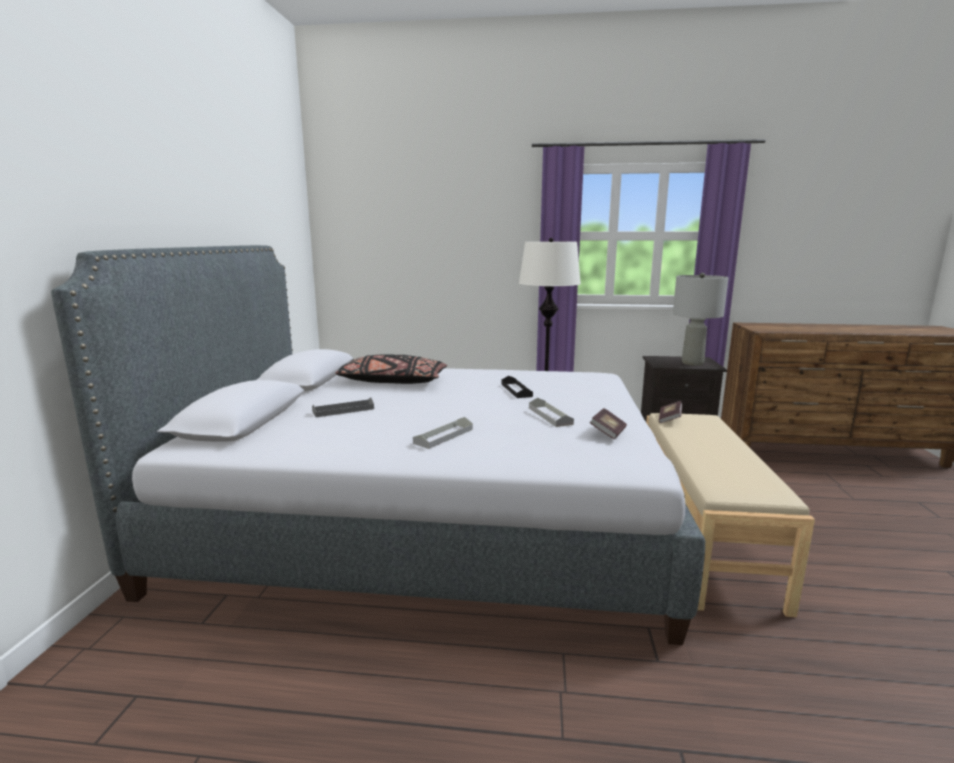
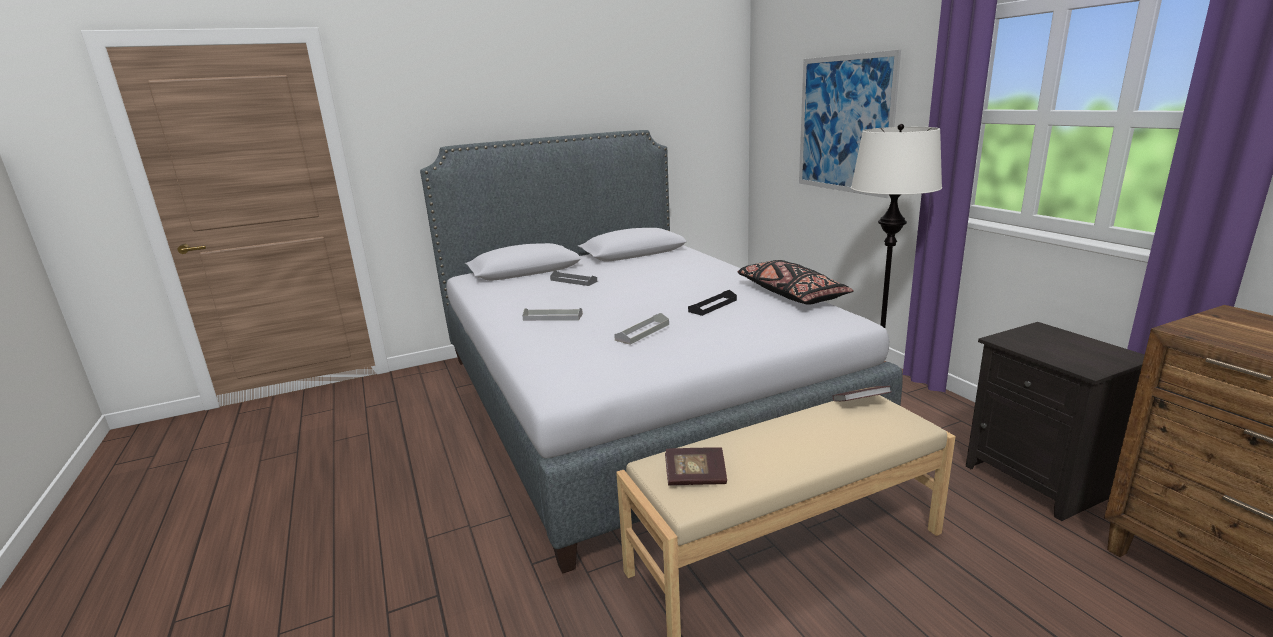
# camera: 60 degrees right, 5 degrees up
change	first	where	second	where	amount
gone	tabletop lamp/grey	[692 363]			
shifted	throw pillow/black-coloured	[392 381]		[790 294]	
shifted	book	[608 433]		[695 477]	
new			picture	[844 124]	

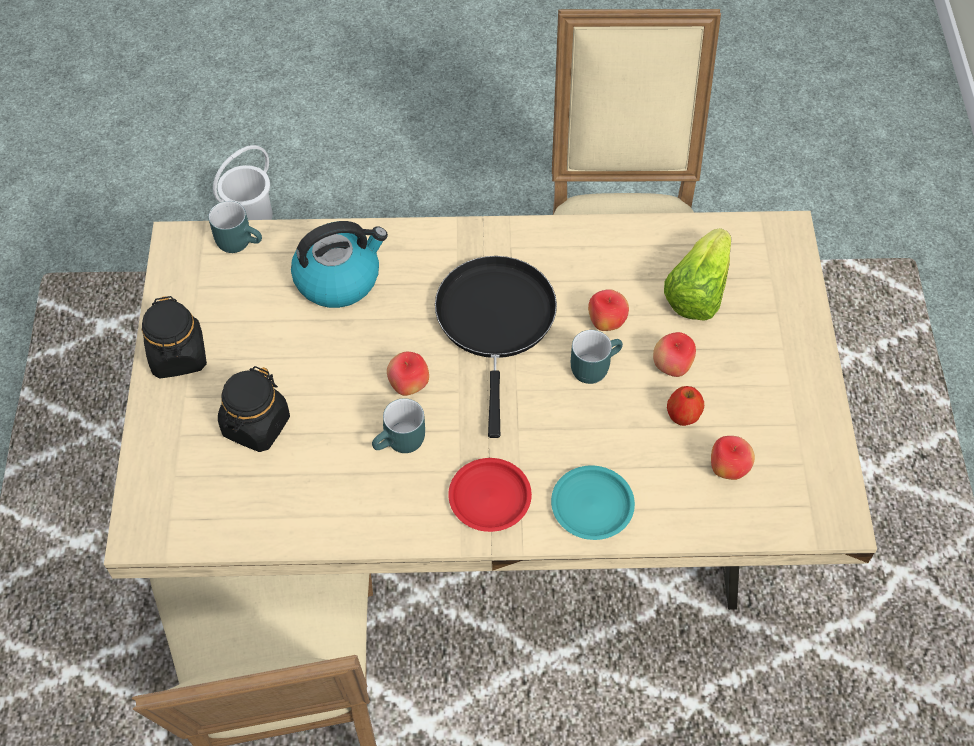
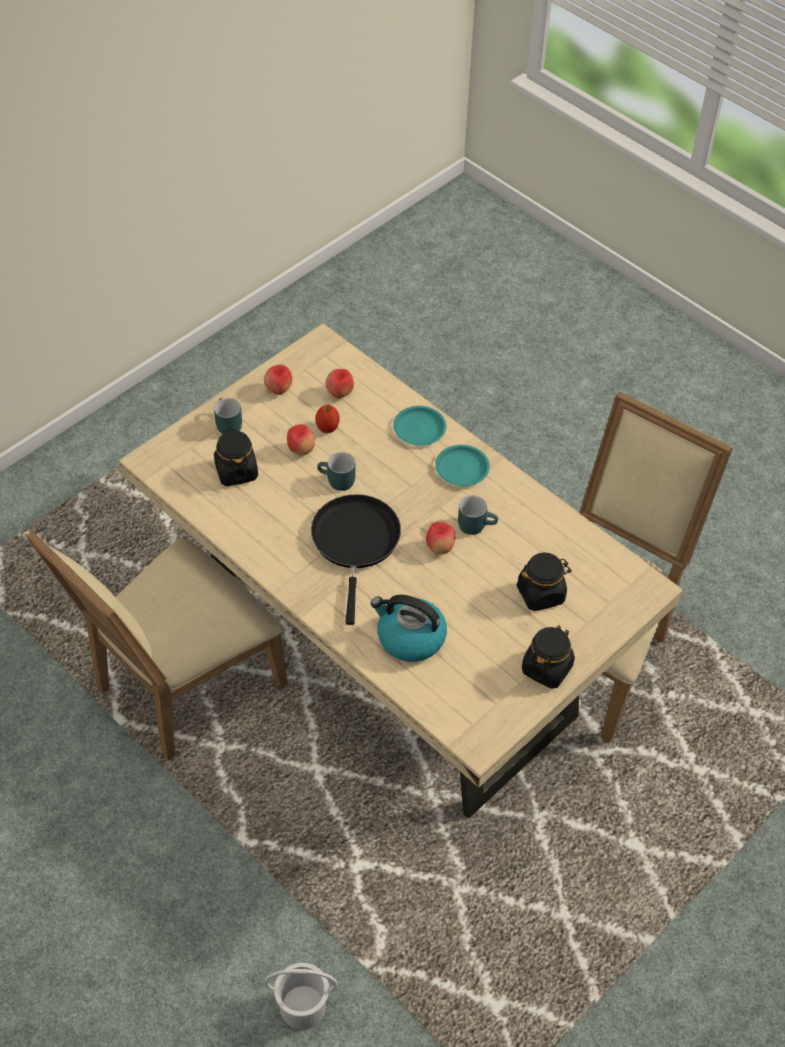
# camera: 135 degrees left, 5 degrees down
change	first	where	second	where	amount
shifted	tea mug/turquoise	[240 241]		[226 424]	
swapped	lettuce	[697 291]	preserve jar/black-coloured	[236 471]	
rotated	skillet/black-coloured	[496 321]		[355 542]	135 degrees clockwise
shifted	apple fruit	[606 323]		[278 390]	
repainted	dinner plate/reddish	[490 497]	dinner plate/turquoise	[461 468]	

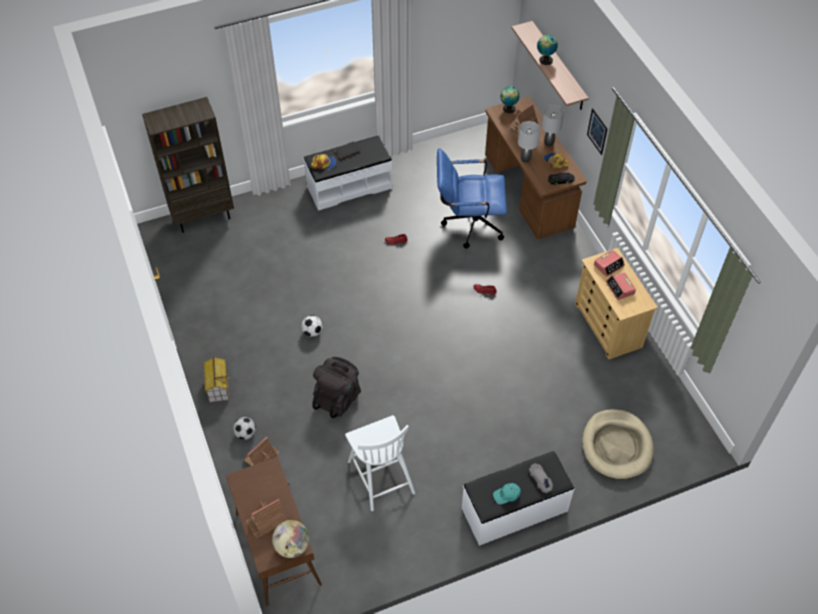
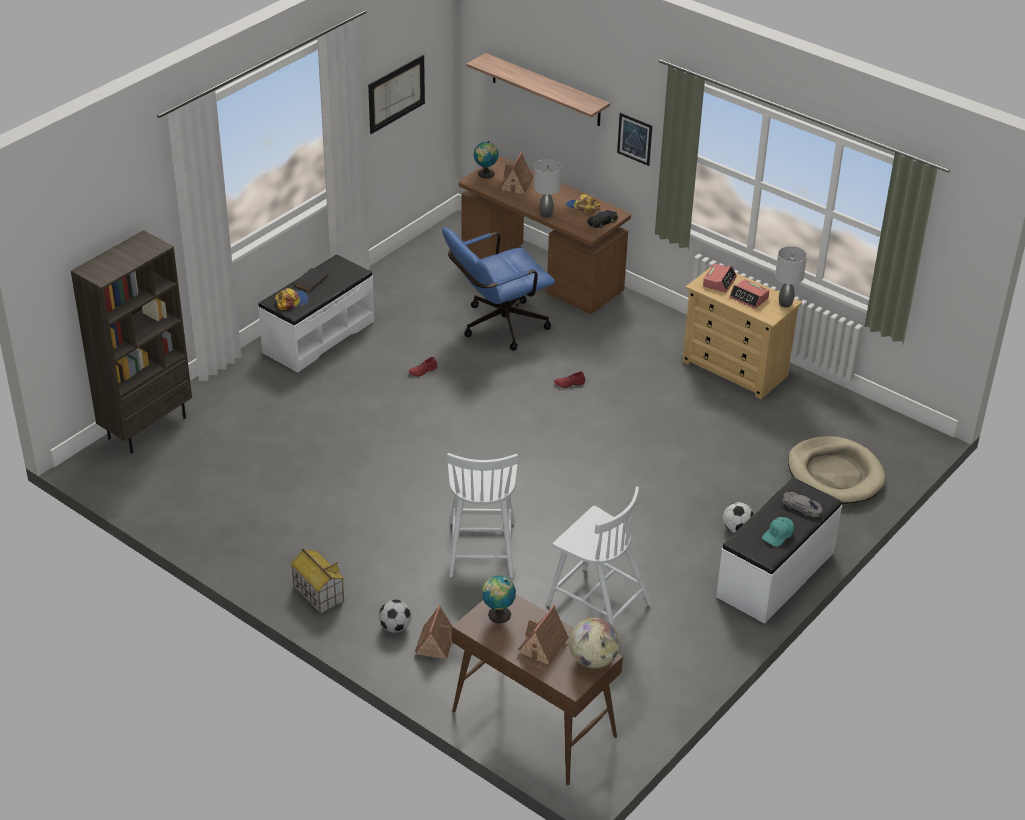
# camera: 30 degrees left, 15 degrees down
change	first	where	second	where	amount
shifted	globe	[545 60]		[497 615]	
shifted	tabletop lamp/grey	[549 143]		[785 303]	
shifted	ball for football	[312 332]		[736 529]	
swapped	backpack/black-coloured	[338 397]	plain chair/white-coloured	[481 547]	
new			picture	[396 94]	

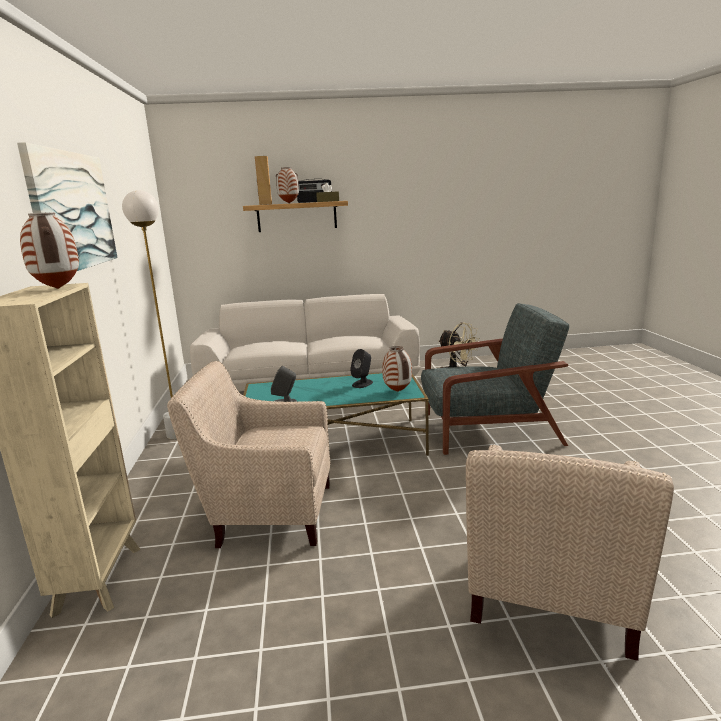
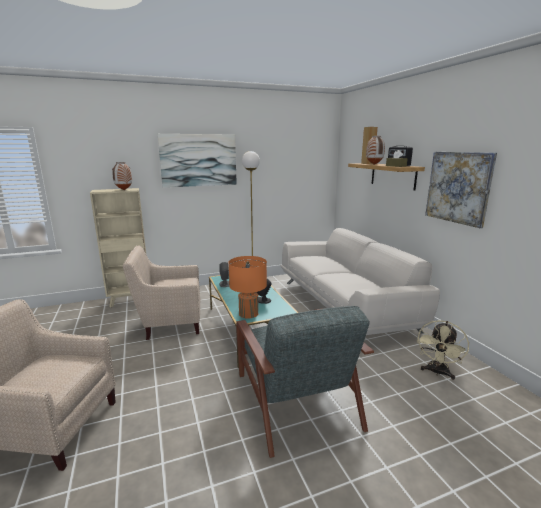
# camera: 75 degrees right, 0 degrees up
change	first	where	second	where	amount
swapped	vase	[398 391]	tabletop lamp/orange-coloured	[248 313]	
rotated	armchair/sand-coloured	[268 512]		[169 323]	90 degrees counterclockwise
new			picture	[458 187]	

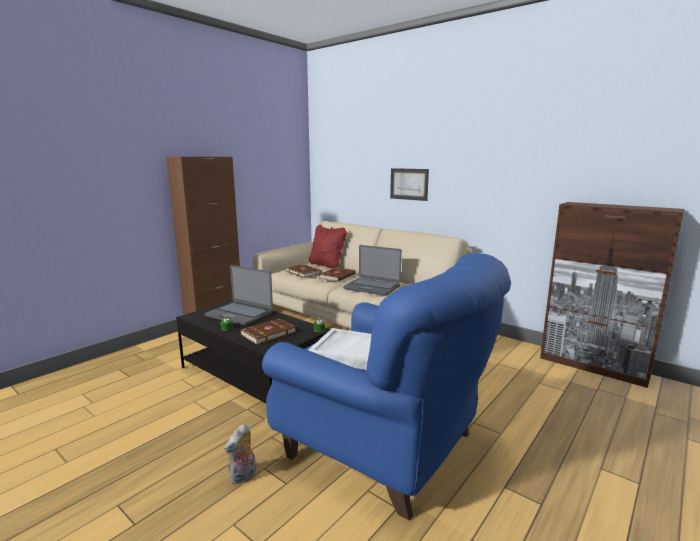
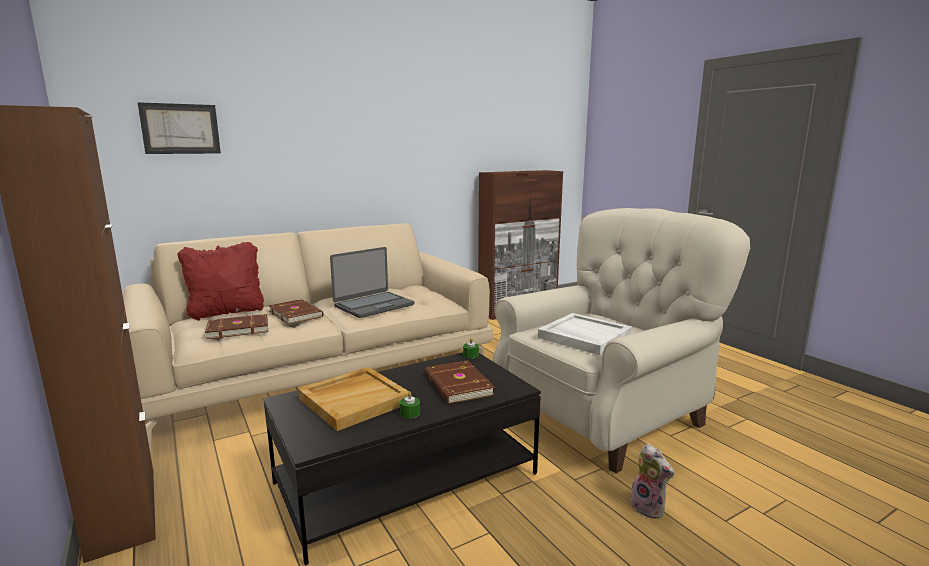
# camera: 70 degrees left, 0 degrees up
change	first	where	second	where	amount
shifted	picture	[409 184]		[180 129]	
repainted	armchair/bluish	[385 446]	armchair/sand-coloured	[607 414]	
swapped	notebook computer	[239 314]	carrying tray/sand-coloured	[355 400]	

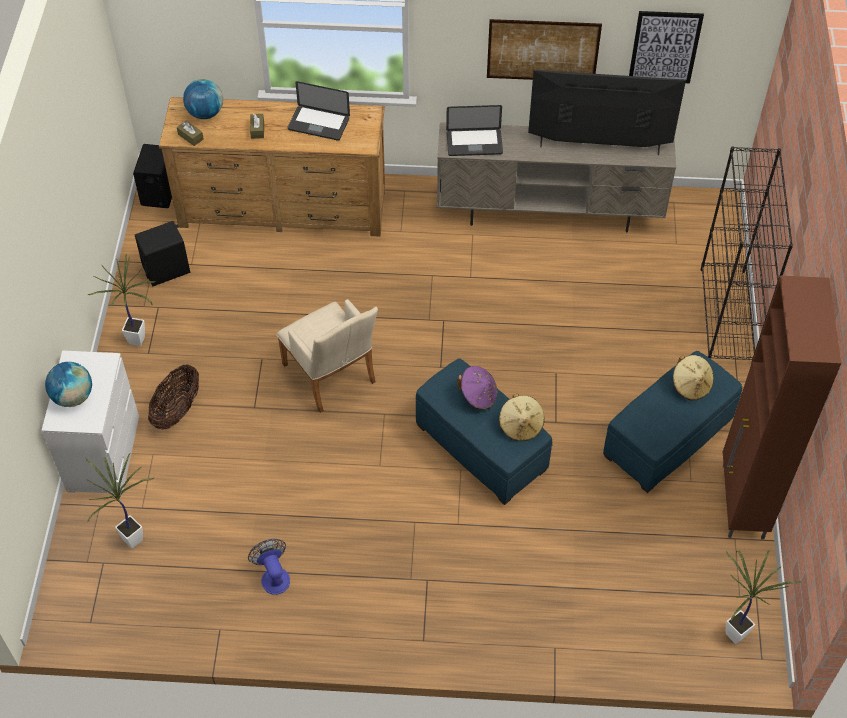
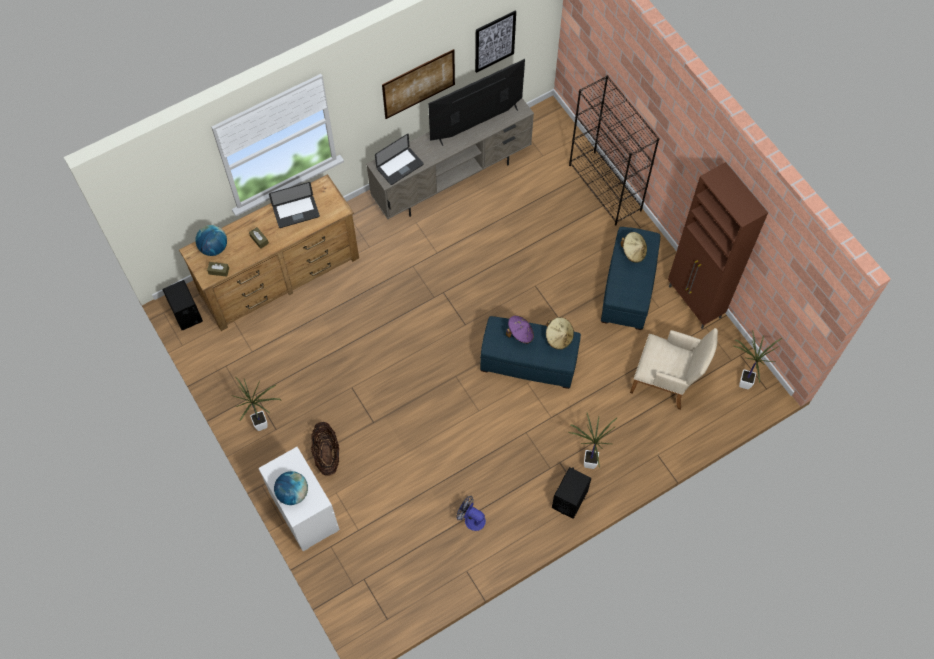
# camera: 35 degrees left, 10 degrees up
change	first	where	second	where	amount
shifted	speaker/black-coloured	[166 270]		[569 499]	
shifted	armchair/sand-coloured	[332 377]		[666 382]	
shifted	houseplant	[132 536]		[587 462]	

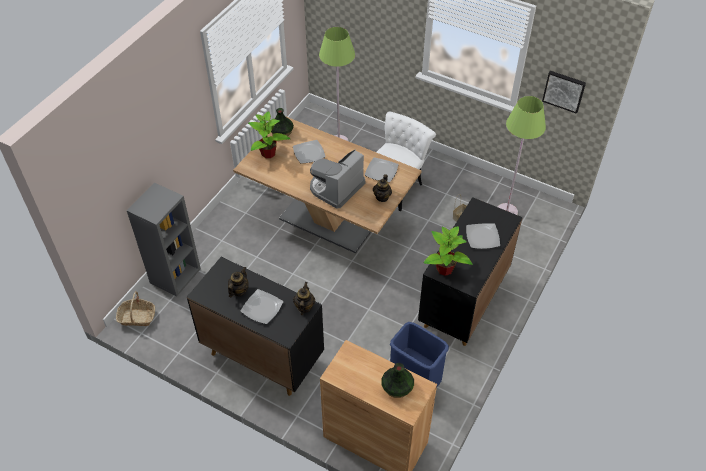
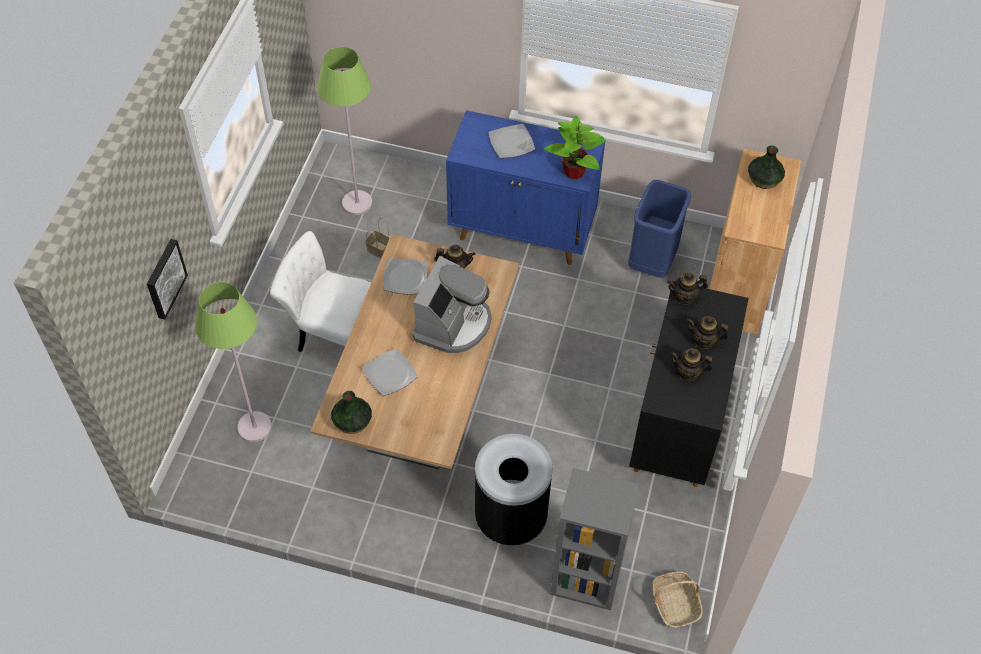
# camera: 105 degrees left, 5 degrees up
change	first	where	second	where	amount
shifted	picture	[564 90]		[164 278]	
gone	houseplant	[268 153]			
rotated	coffee maker	[336 188]		[453 324]	90 degrees counterclockwise
repainted	cabinet/black-coloured	[463 304]	cabinet/bluish	[523 230]	
swapped	dinner plate	[261 308]	pot for tea	[704 340]	
new			waste bin/black-coloured	[510 519]	

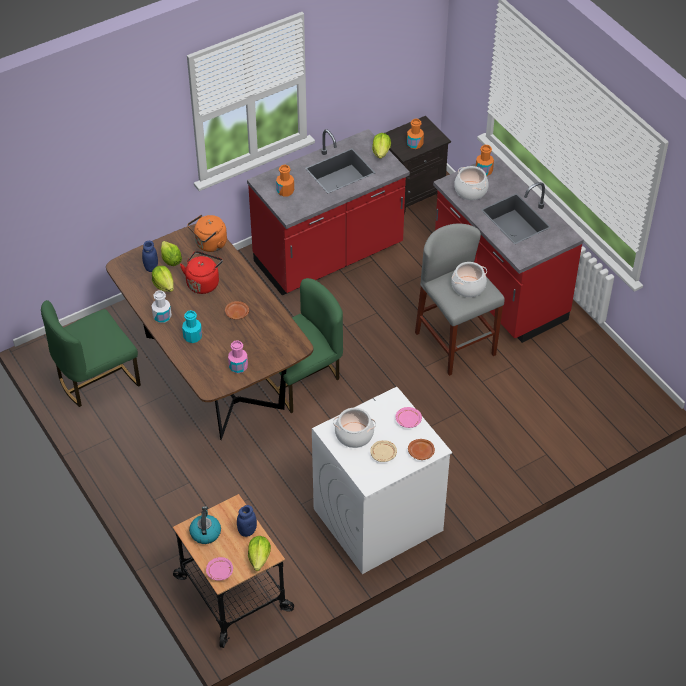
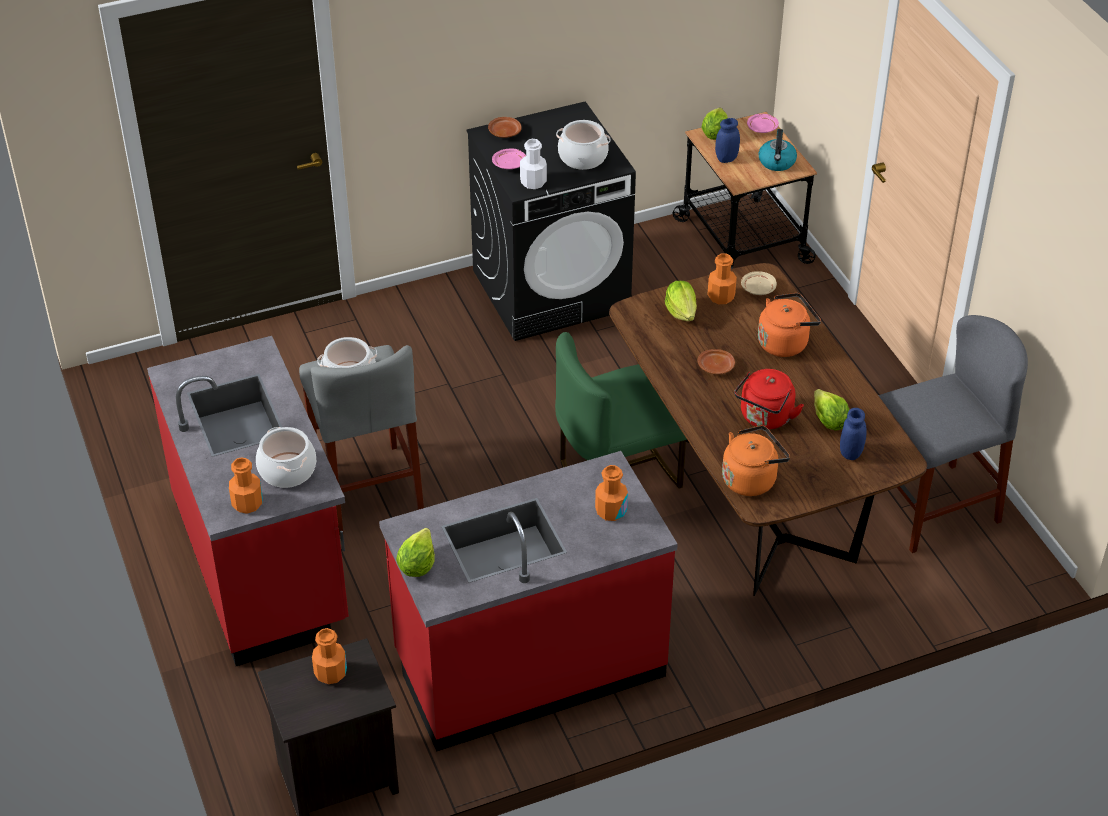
# camera: 170 degrees left, 5 degrees down
change	first	where	second	where	amount
shifted	lettuce	[171 260]		[681 312]	
shifted	bottle/white-coloured	[162 317]		[533 182]	
swapped	plain chair/green	[96 379]	stool seat/grey	[932 508]	
swapped	bottle/turquoise	[192 337]	water kettle/orange-coloured	[785 342]	
repainted	bottle/pink	[238 367]	bottle/orange-coloured	[721 296]	
repainted	laundry machine/white-coloured	[377 520]	laundry machine/black-coloured	[551 289]	
shifted	dinner plate/sand-coloured	[383 454]		[758 288]	

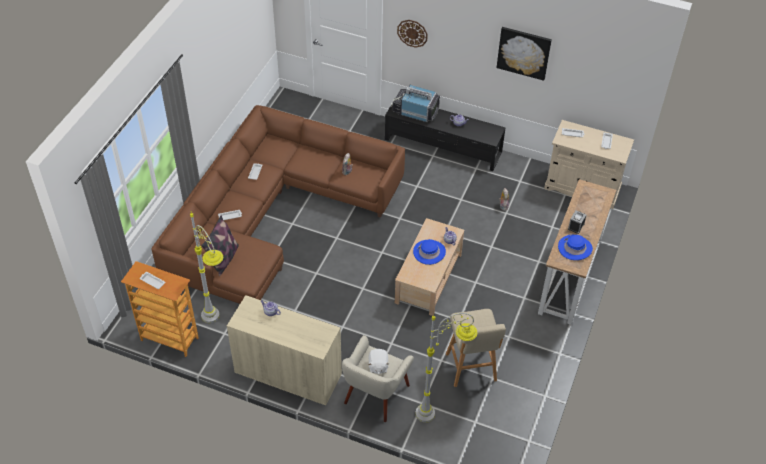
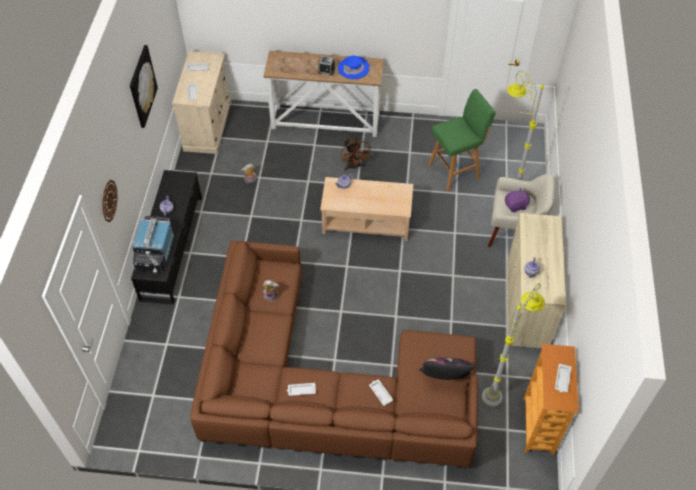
# camera: 105 degrees left, 5 degrees up
change	first	where	second	where	amount
gone	wearable hat/bluish	[429 252]			
repainted	stool seat/sand-coloured	[471 369]	stool seat/green	[455 171]	
repainted	soft toy/white-coloured	[378 366]	soft toy/purple	[516 206]	
new			fan/brown	[354 167]	

